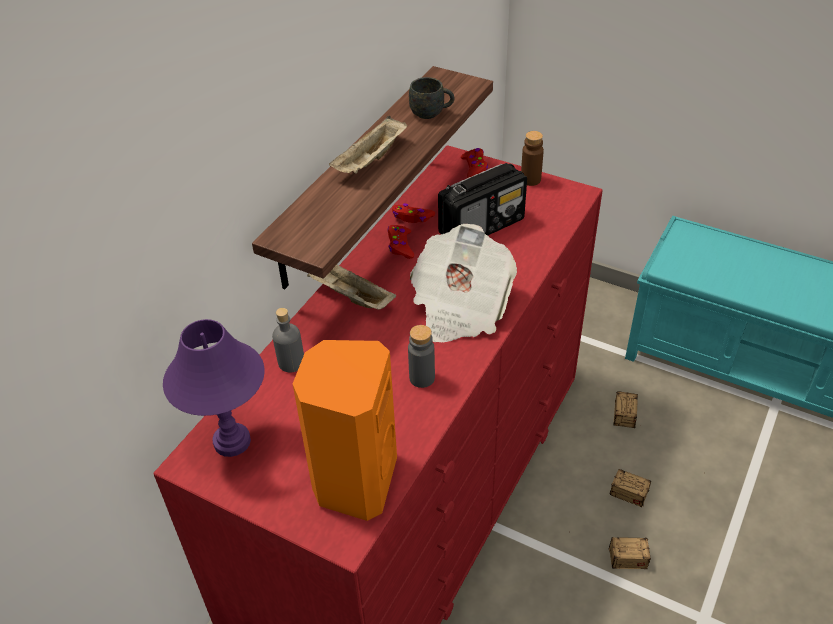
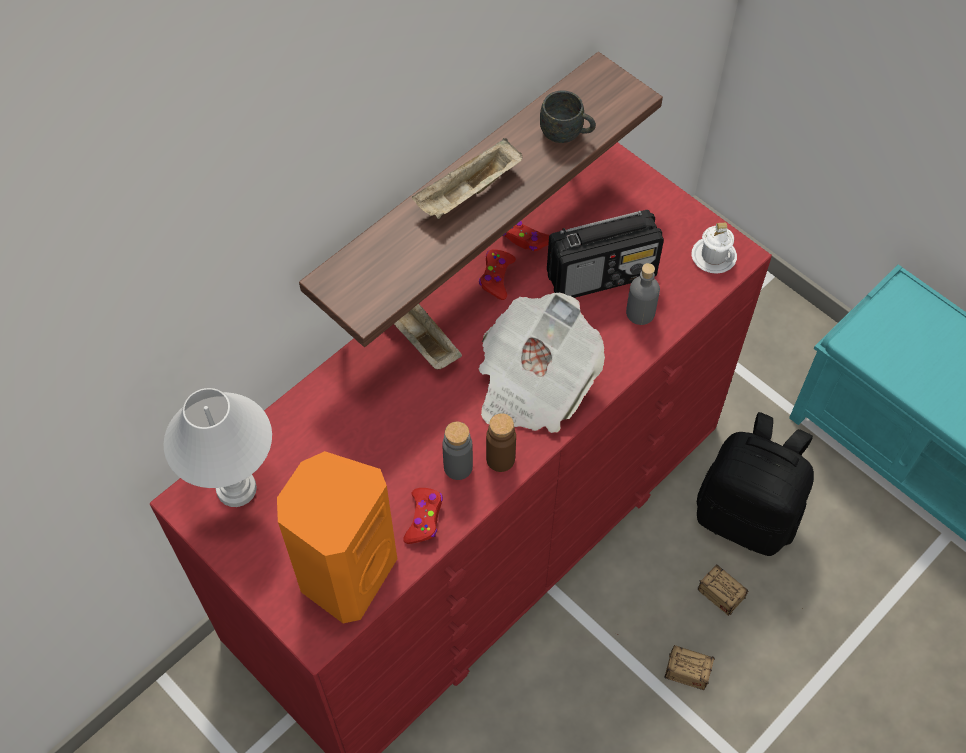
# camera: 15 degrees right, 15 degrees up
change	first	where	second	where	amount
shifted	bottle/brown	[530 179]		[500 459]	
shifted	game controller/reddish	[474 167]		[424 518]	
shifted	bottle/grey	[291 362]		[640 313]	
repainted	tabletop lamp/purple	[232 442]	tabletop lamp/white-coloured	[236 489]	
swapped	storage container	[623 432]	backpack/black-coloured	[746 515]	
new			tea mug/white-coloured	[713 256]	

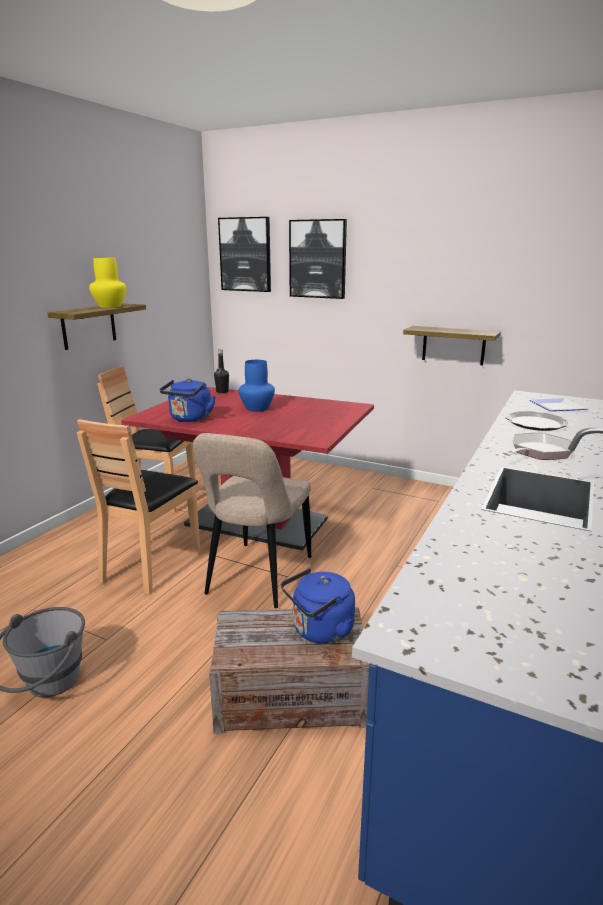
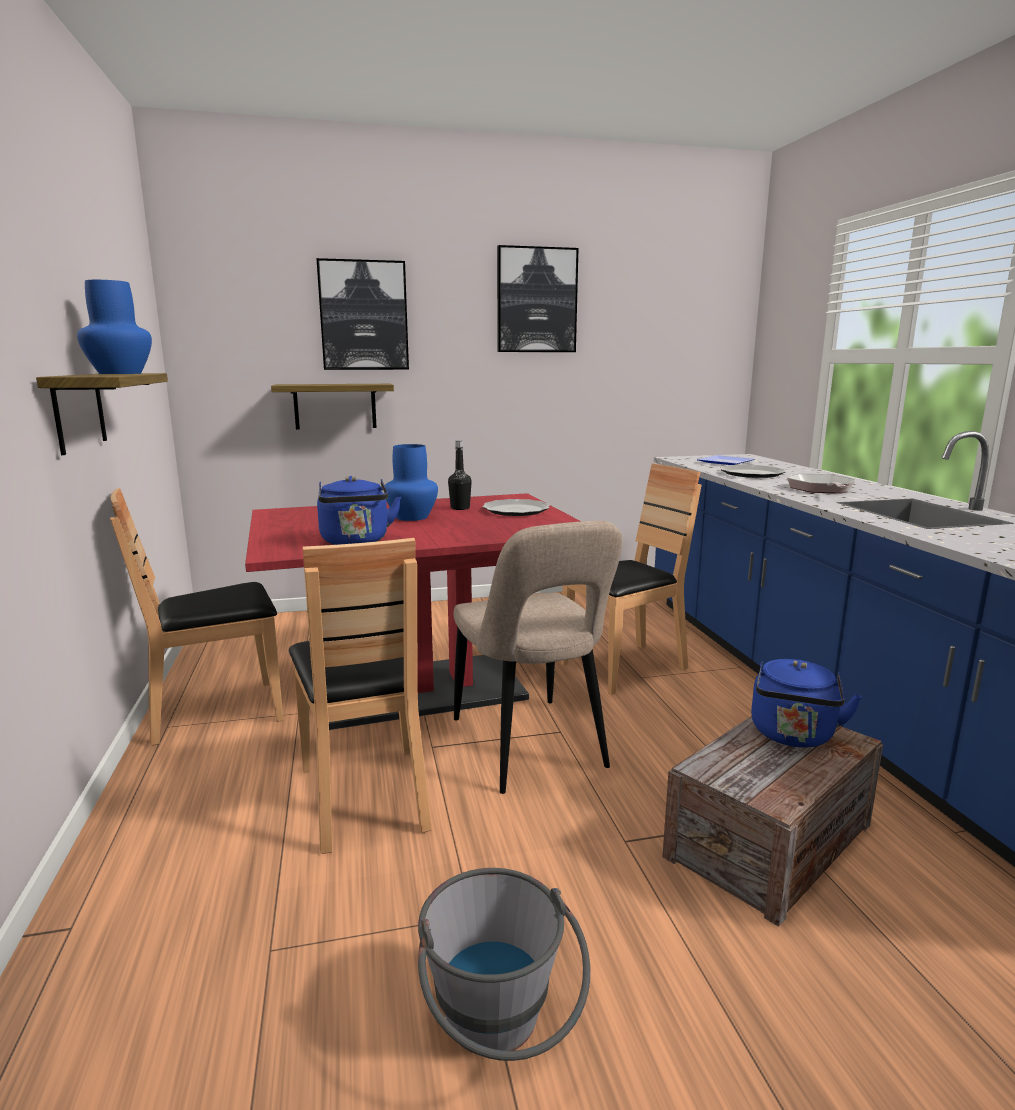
# camera: 40 degrees left, 5 degrees down
change	first	where	second	where	amount
shifted	picture	[245 254]		[536 300]	
repainted	vase/yellow	[109 306]	vase/bluish	[119 373]	
shifted	wall shelf	[453 345]		[335 406]	
shifted	bottle/black-coloured	[222 392]		[460 508]	
new			plain chair/brown	[624 667]	
new			dinner plate	[515 510]	

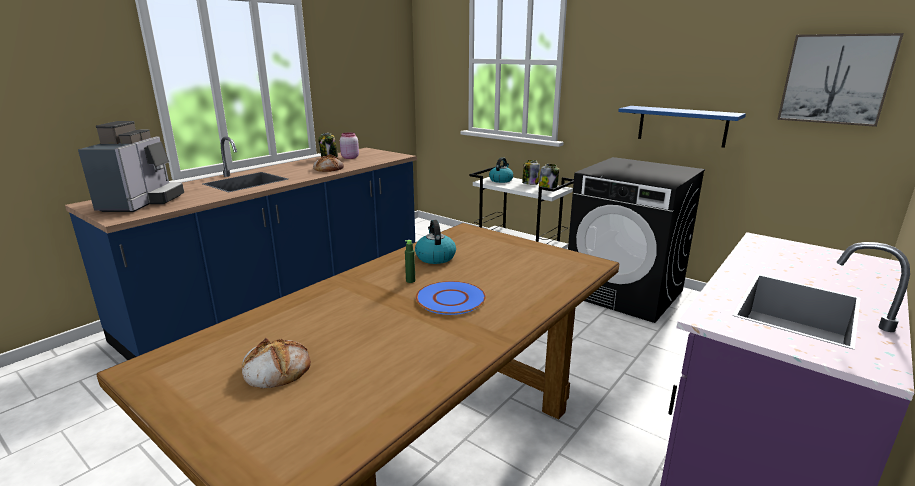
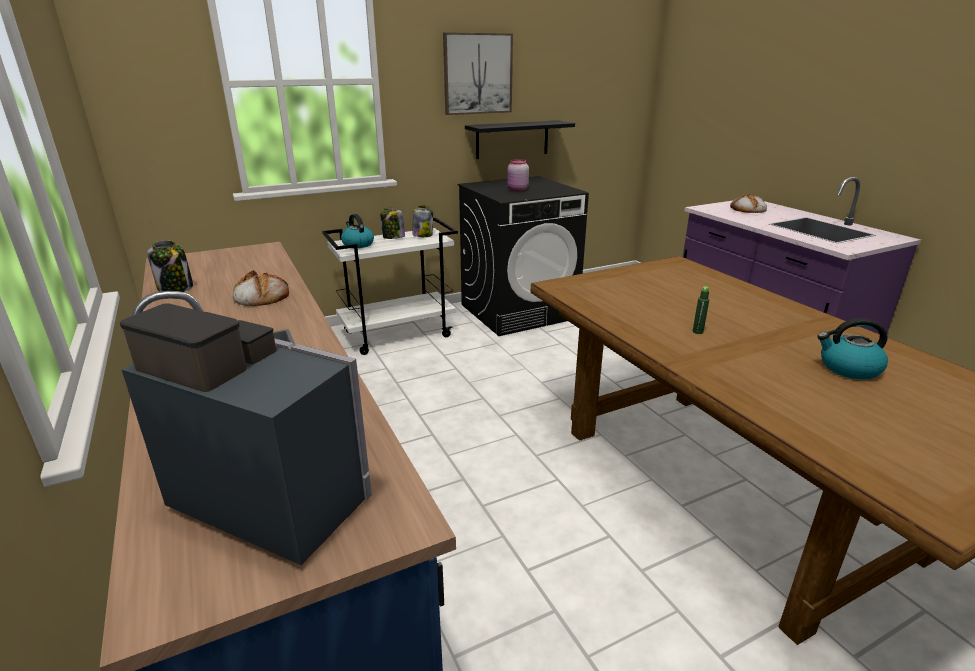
# camera: 65 degrees left, 5 degrees up
change	first	where	second	where	amount
shifted	picture	[836 79]		[477 74]	
repainted	wall shelf/bluish	[682 126]	wall shelf/black-coloured	[512 139]	
shifted	preserve jar/pink	[349 157]		[517 189]	
shifted	water kettle	[435 257]		[848 368]	
gone	dinner plate/bluish	[451 299]			
shifted	bread	[275 368]		[747 209]	

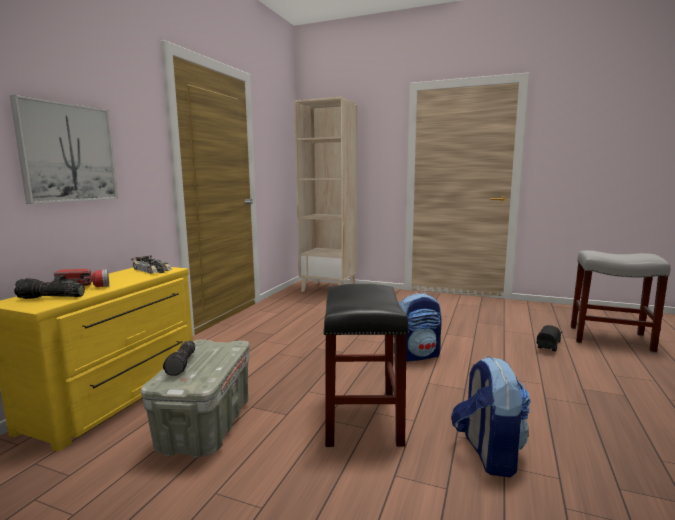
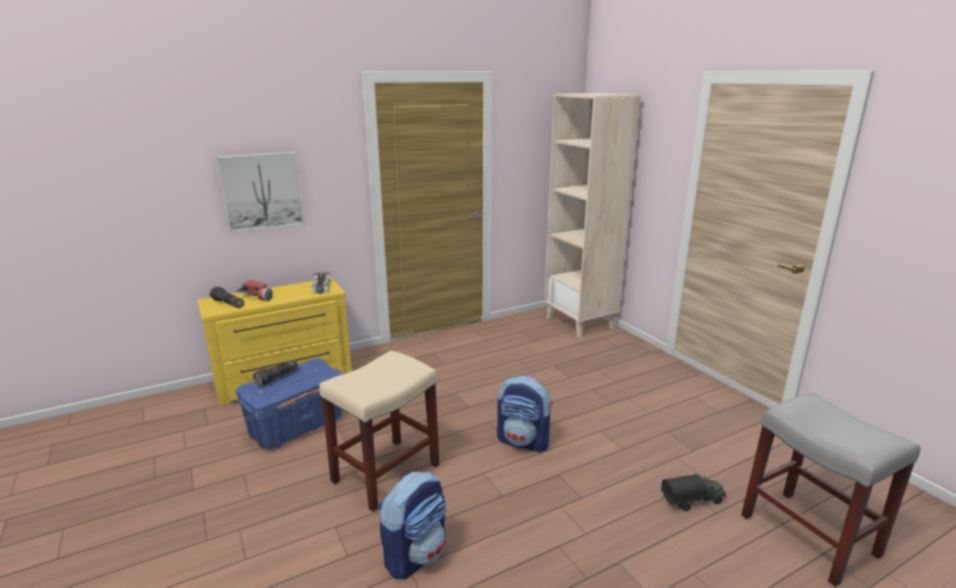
# camera: 40 degrees right, 10 degrees up
change	first	where	second	where	amount
repainted	stool seat/black-coloured	[361 416]	stool seat/sand-coloured	[386 473]	
repainted	storage container/grey	[205 424]	storage container/bluish	[297 426]	

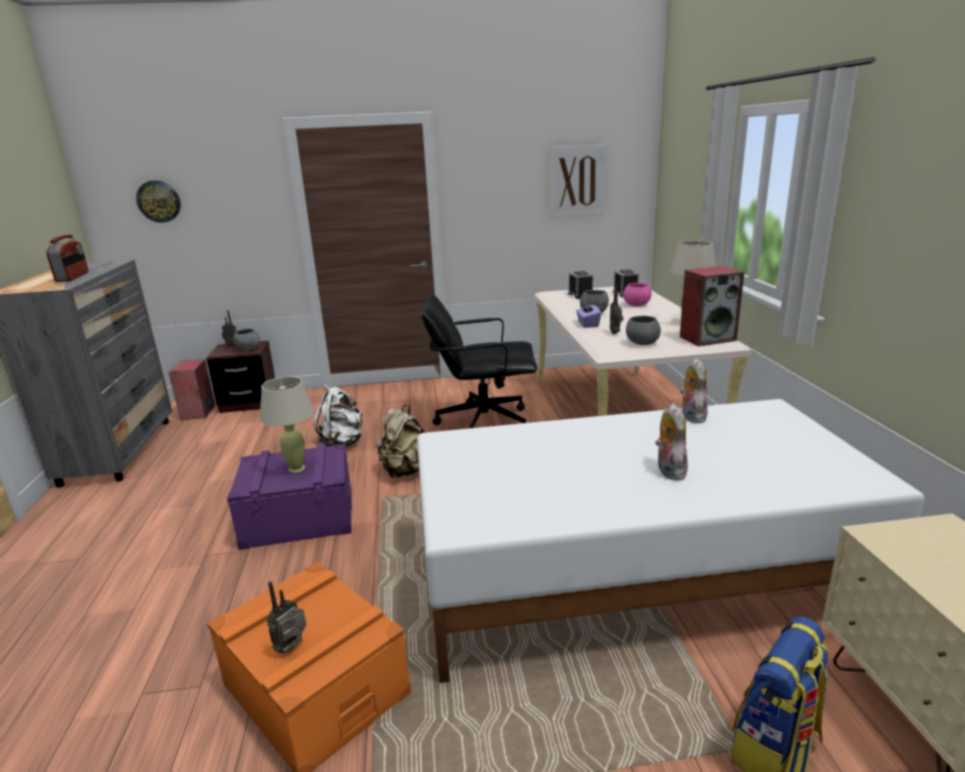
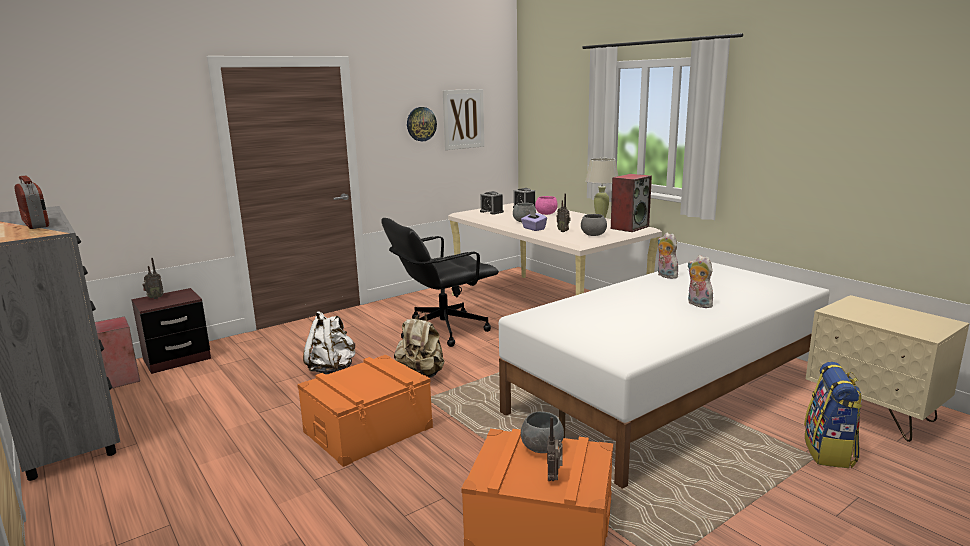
# camera: 30 degrees left, 5 degrees down
change	first	where	second	where	amount
shifted	clock on the wall	[159 201]		[421 124]	
shifted	serving bowl/grey	[248 349]		[541 448]	
gone	tabletop lamp/sand-coloured	[297 469]			
repainted	storage container/purple	[299 517]	storage container/orange-coloured	[368 429]	

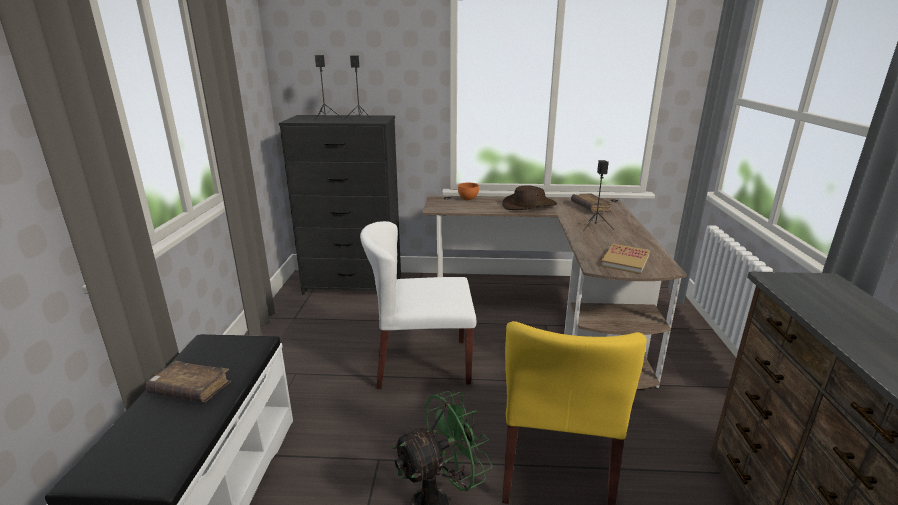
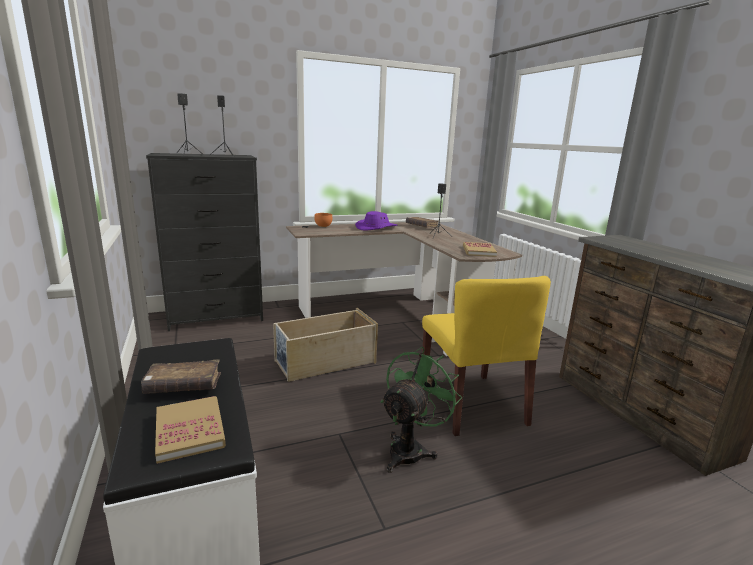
# camera: 25 degrees left, 5 degrees down
change	first	where	second	where	amount
repainted	wearable hat/brown	[529 206]	wearable hat/purple	[376 228]	
swapped	plain chair/white-coloured	[422 363]	storage container/sand-coloured	[324 362]	
new			book	[190 430]	

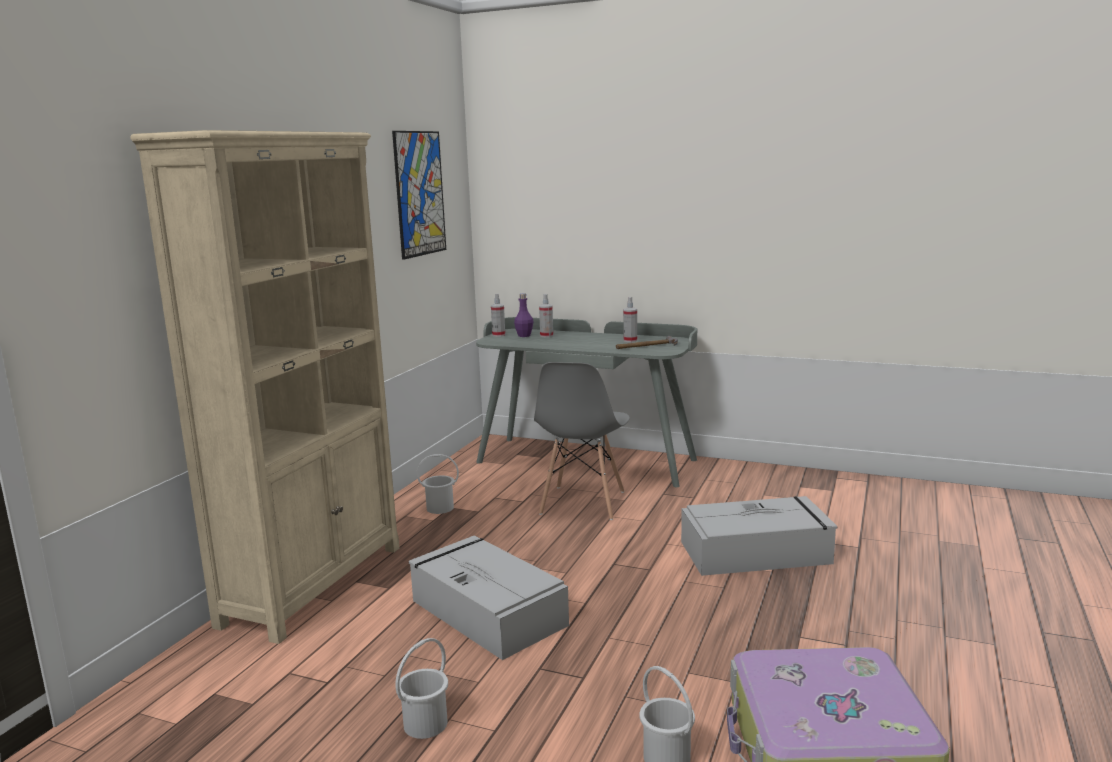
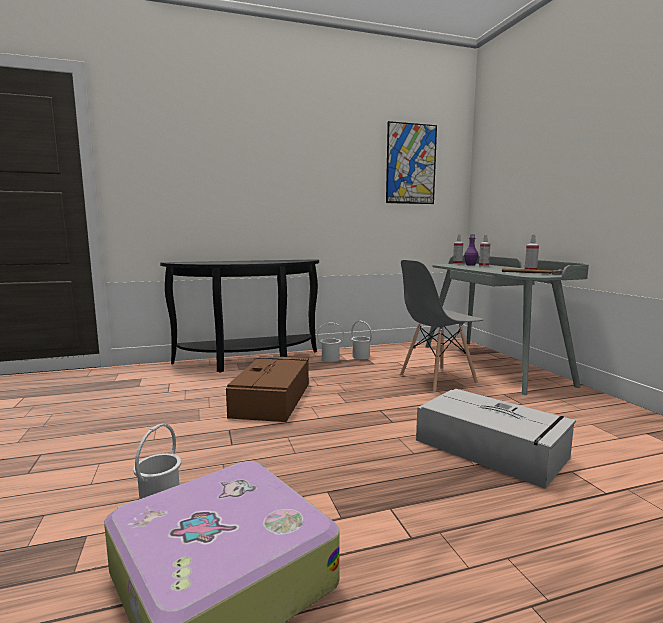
# camera: 50 degrees right, 5 degrees down
change	first	where	second	where	amount
swapped	shelving unit/sand-coloured	[314 584]	narrow table/black-coloured	[249 362]	
repainted	storage container/grey	[486 611]	storage container/brown	[272 399]	
shifted	pail/white-coloured	[424 724]		[330 359]	

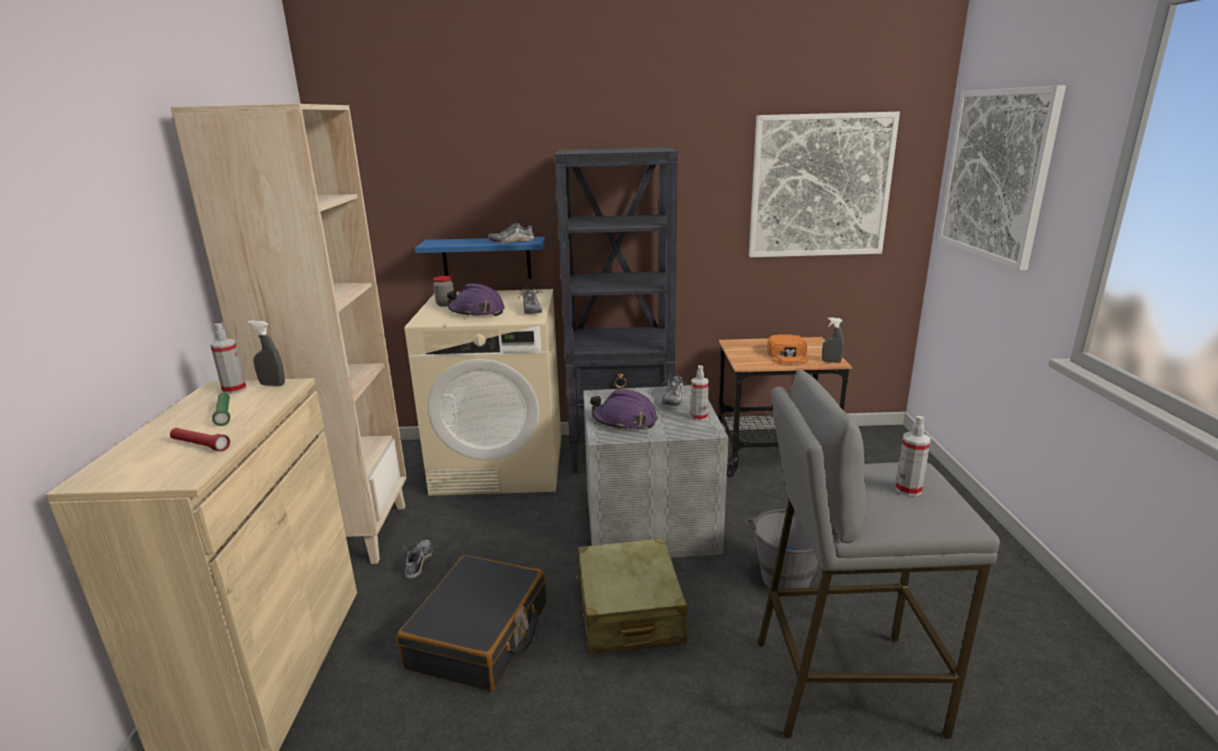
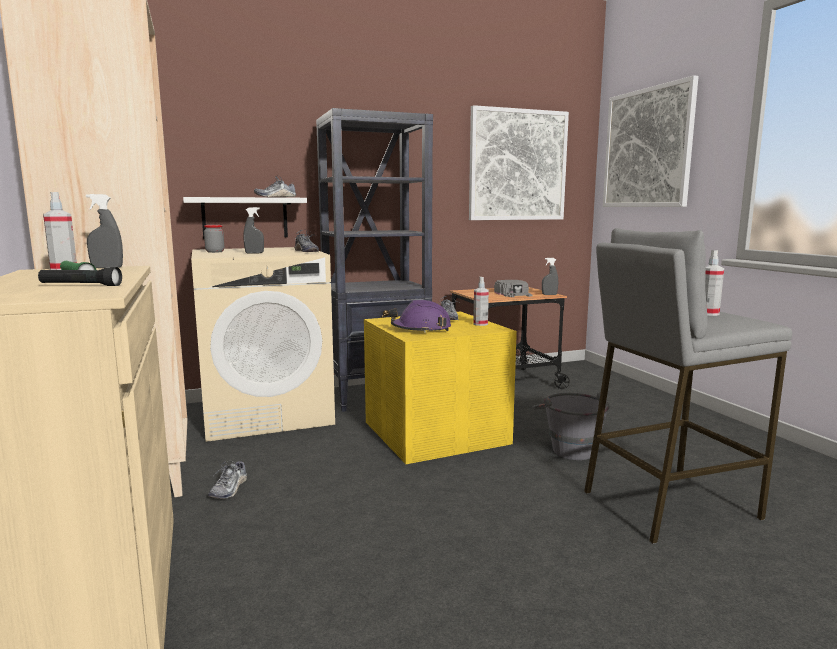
# camera: 20 degrees left, 10 degrees down
change	first	where	second	where	amount
repainted	wall shelf/bluish	[486 259]	wall shelf/white-coloured	[245 218]	
swapped	safety helmet/purple	[476 312]	sprayer/grey	[254 253]	
repainted	baseball cap/orange-coloured	[787 355]	baseball cap/grey	[513 294]	
repainted	storage container/grey	[651 520]	storage container/yellow	[436 431]	
repainted	torch/reddish	[200 445]	torch/black-coloured	[80 285]	
gone	piece of luggage/sand-coloured	[629 612]			
rotated	low shoe	[419 563]		[229 489]	150 degrees counterclockwise
gone	piece of luggage/black-coloured	[480 636]			

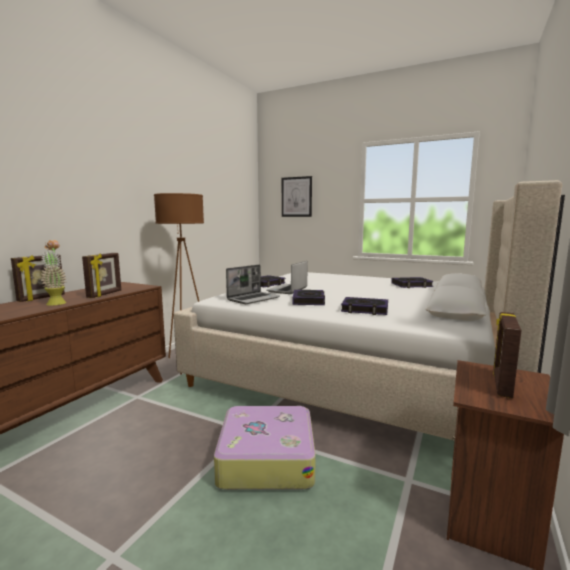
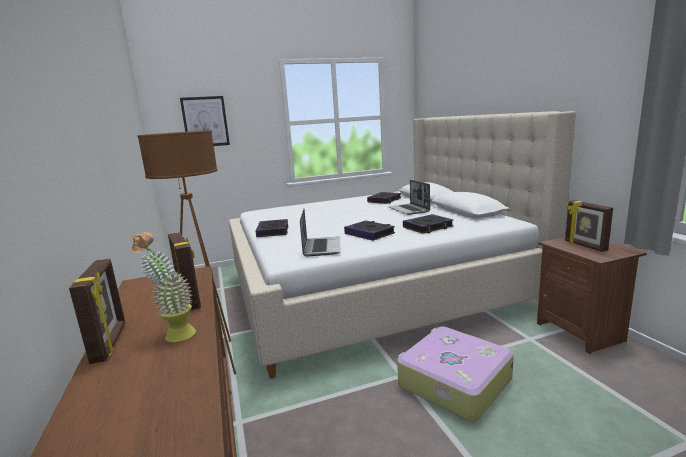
# camera: 45 degrees left, 5 degrees up
change	first	where	second	where	amount
shifted	notebook computer	[287 290]		[409 210]	

